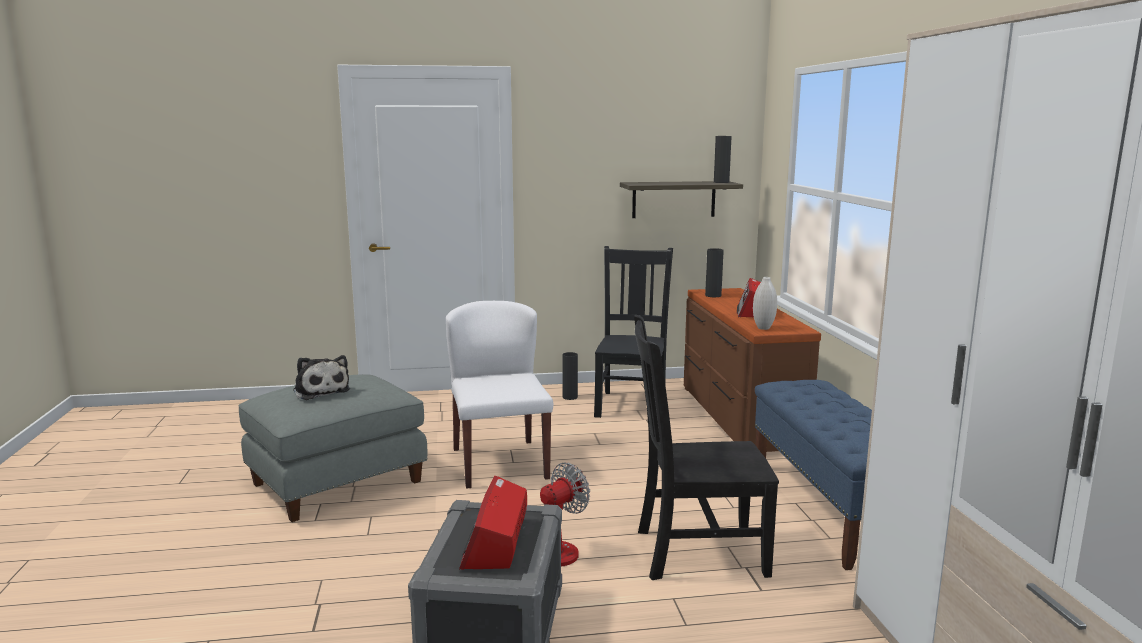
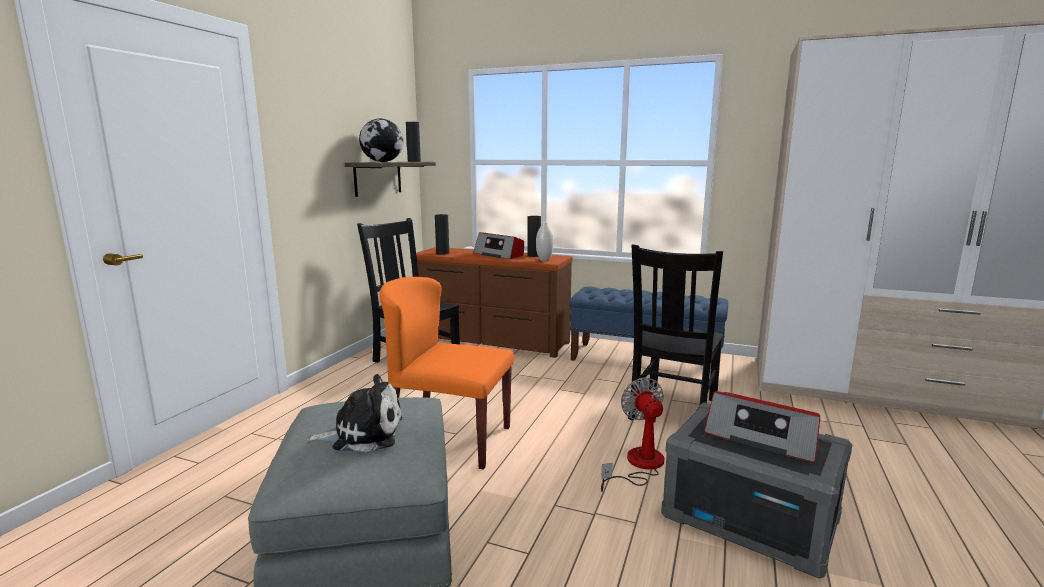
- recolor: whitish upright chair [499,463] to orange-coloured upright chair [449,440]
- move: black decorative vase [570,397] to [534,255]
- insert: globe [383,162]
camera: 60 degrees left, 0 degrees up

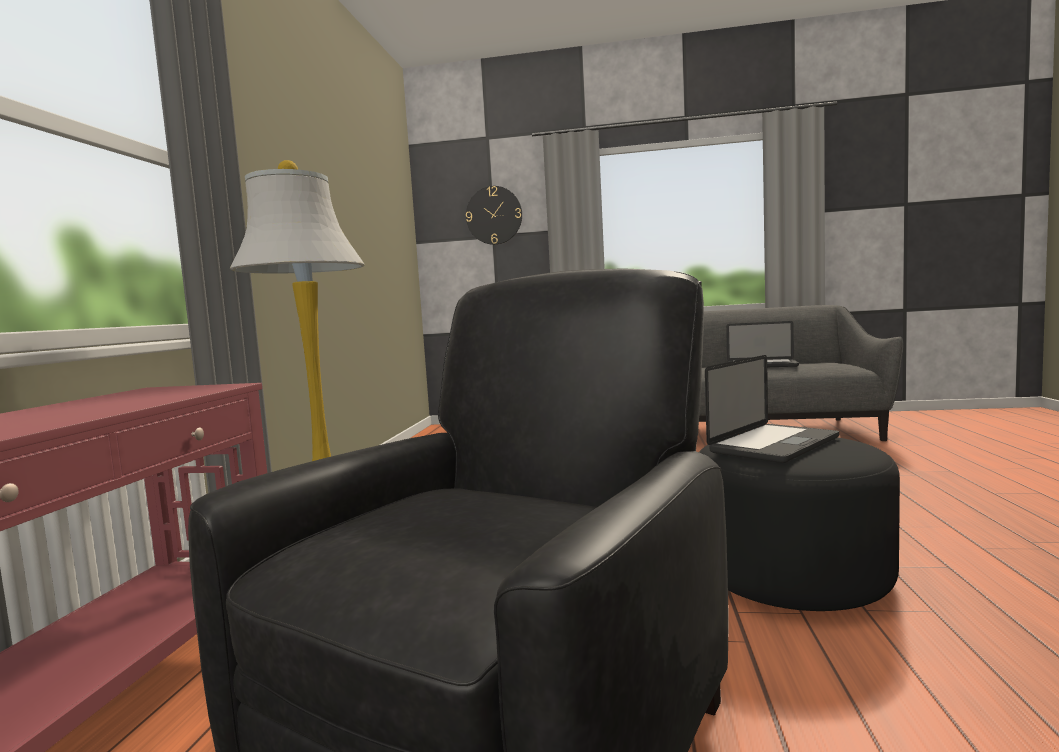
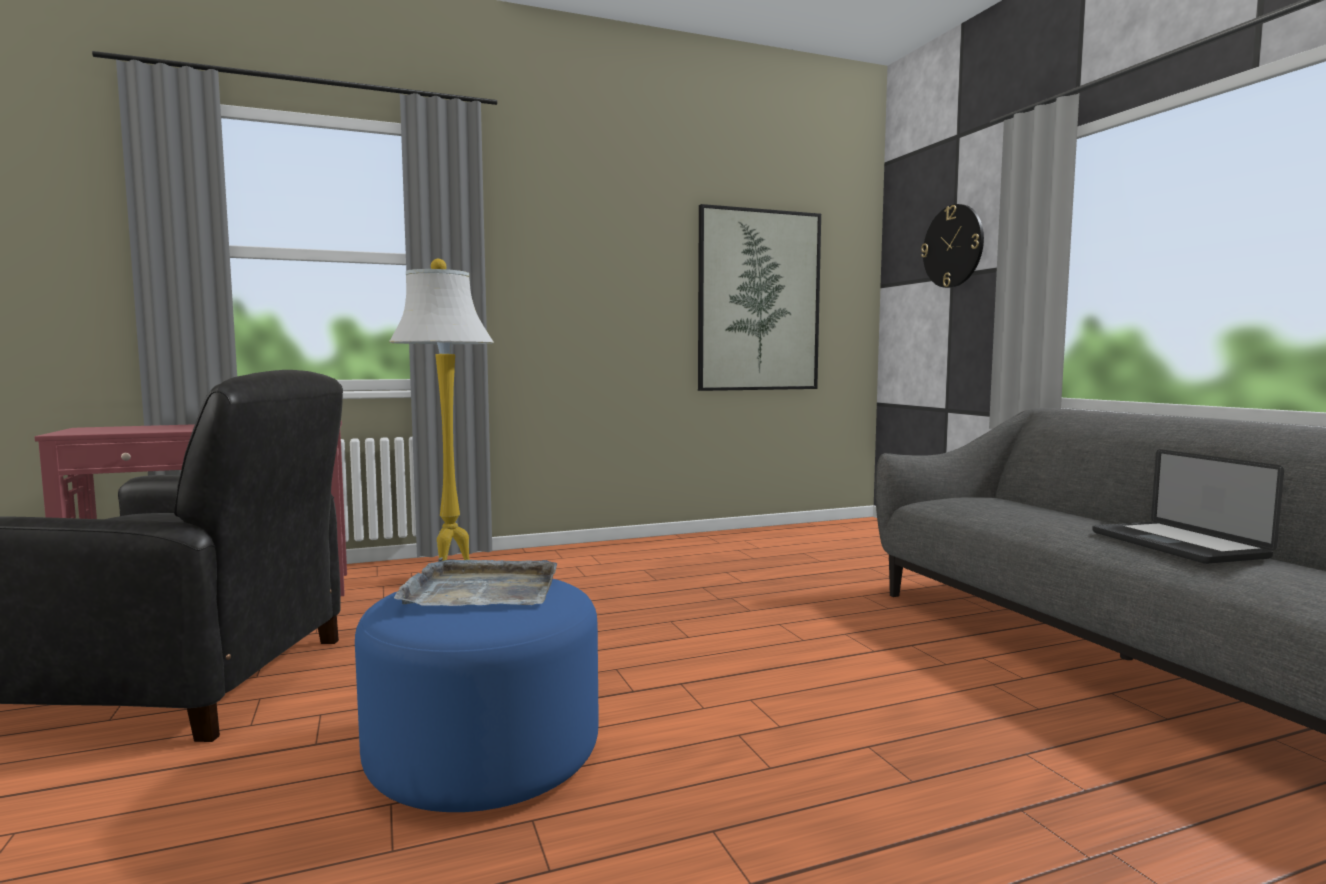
- replace: notebook computer [774,445] to greyish tray [481,590]
- recolor: black ottoman [792,574] to blue ottoman [483,755]
- insert: wall art [759,301]
camera: 60 degrees right, 0 degrees up

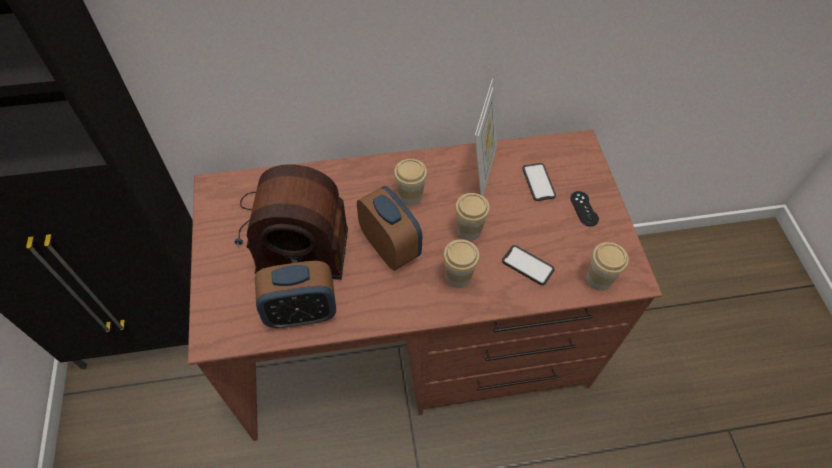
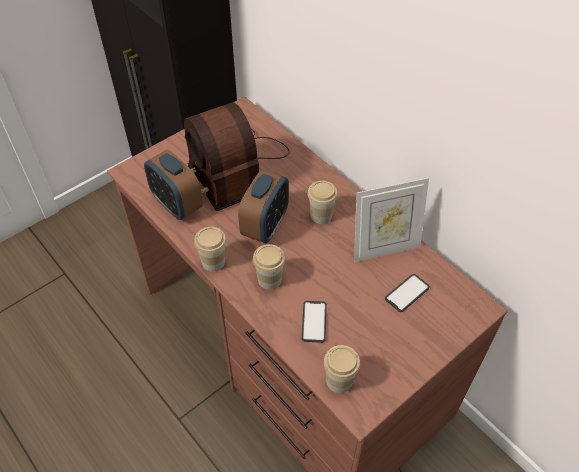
- delete: black joypad [584,209]
- move: cup [469,230] to [213,262]
camera: 60 degrees right, 5 degrees down

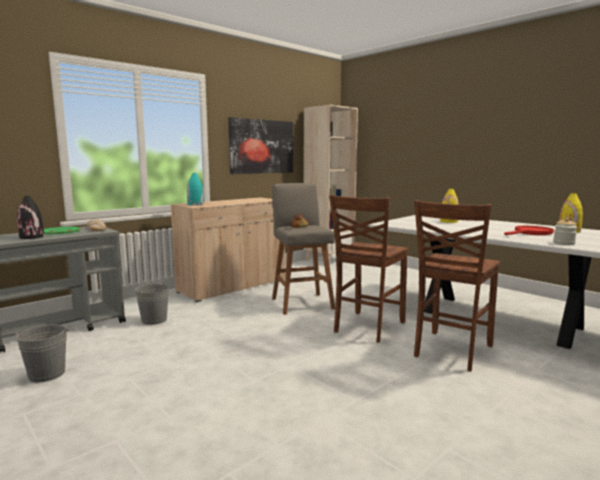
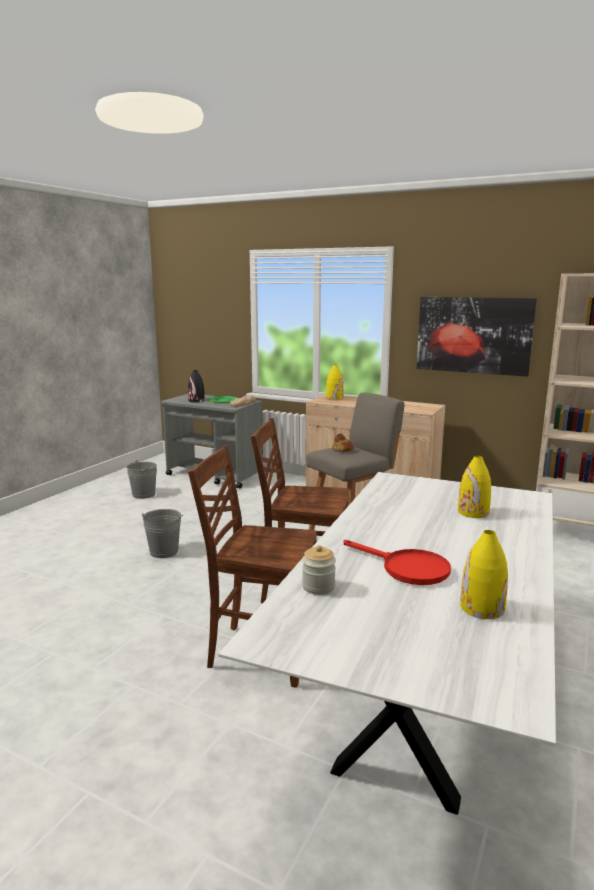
- recolor: blue-green decorative vase [195,204] to yellow decorative vase [334,398]
- move: greyish water bucket [154,320] to [164,551]
camera: 70 degrees right, 5 degrees up

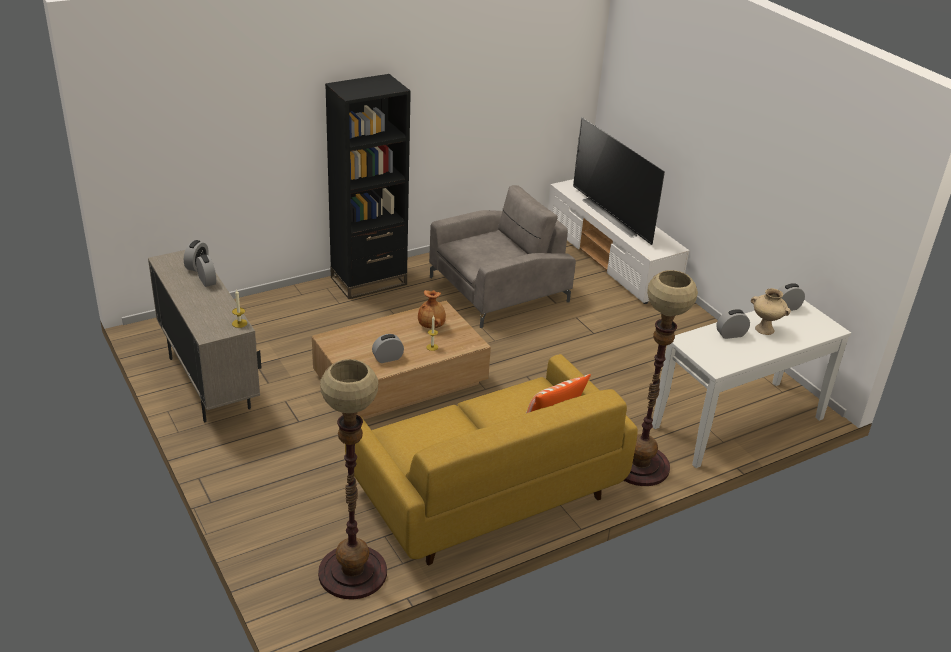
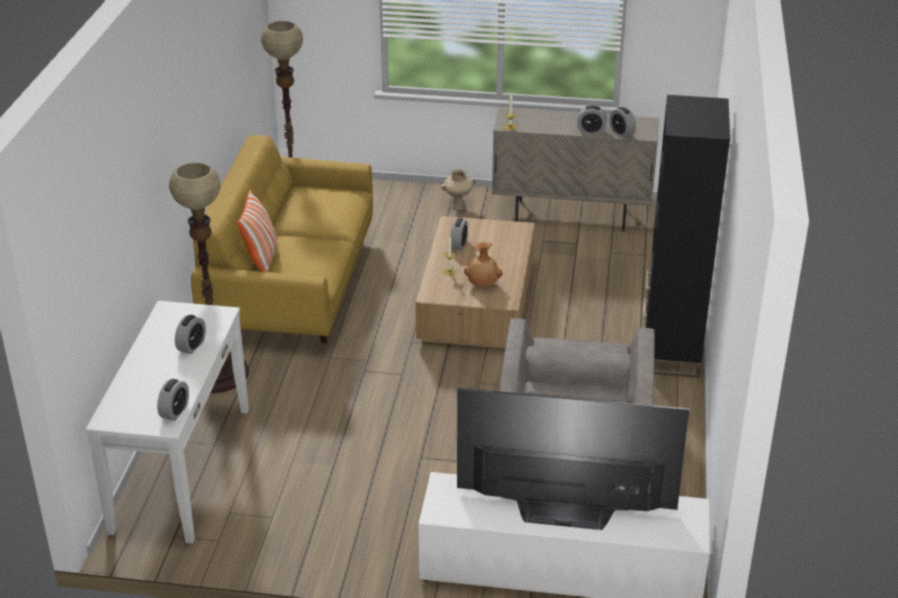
- move: sand-coloured decorative vase [765,329] to [458,206]
camera: 130 degrees right, 0 degrees up

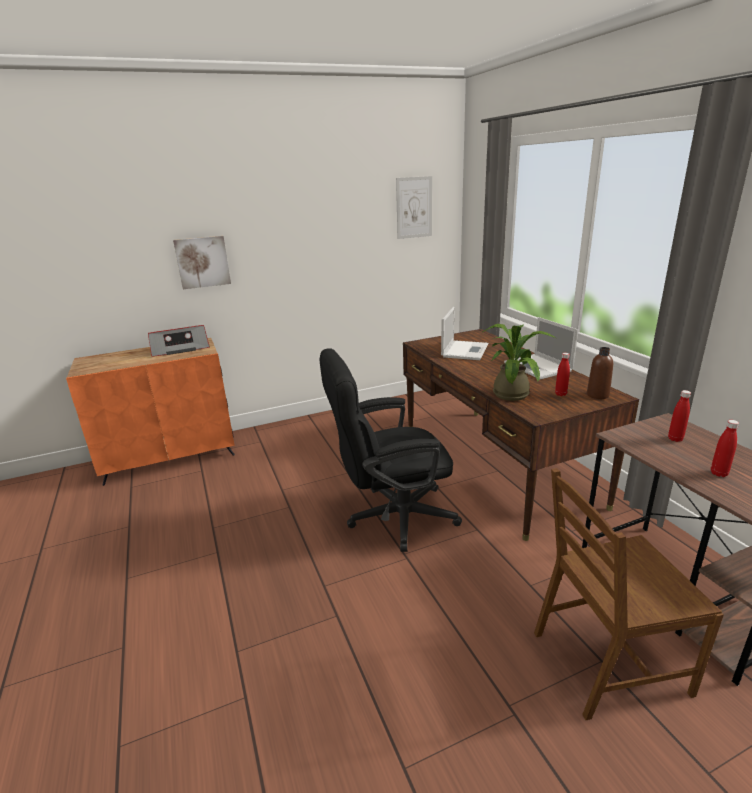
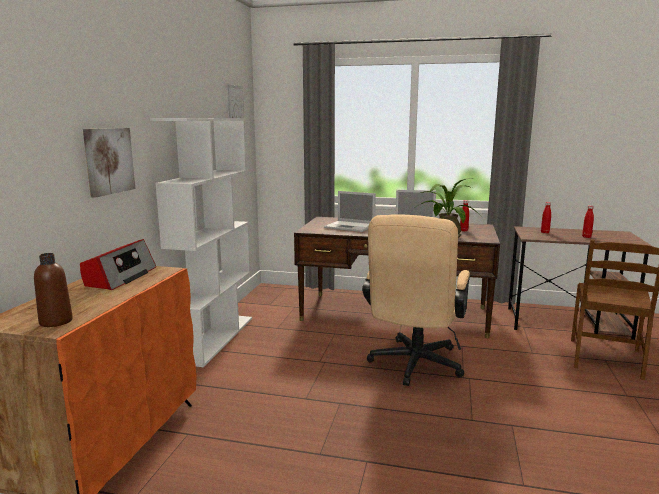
- rotate: notebook computer [465,350] = [350,227] 150 degrees clockwise
- move: brown-coloured drink bottle [597,395] to [56,321]
- recolor: black office chair [392,517] to sand-coloured office chair [413,366]
- insert: whitish bookshelf [215,338]
camera: 55 degrees left, 10 degrees down

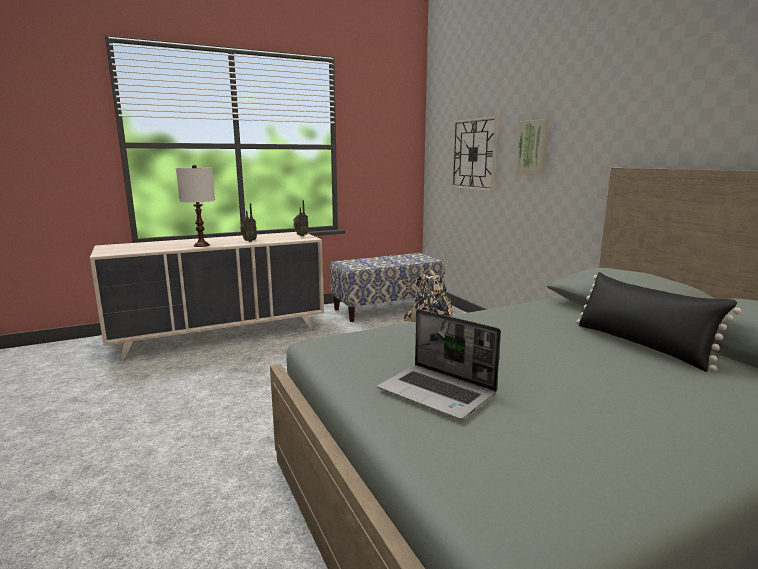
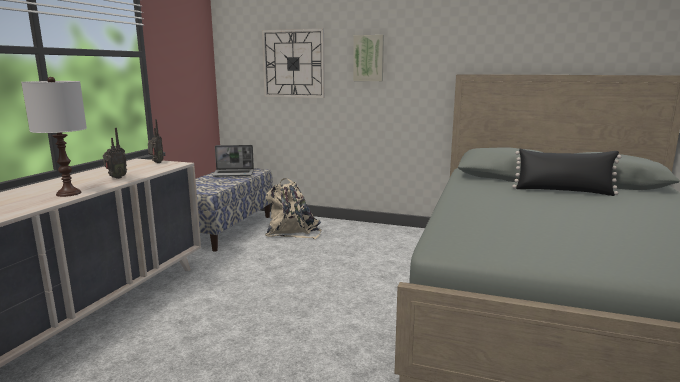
- move: notebook computer [438,393] to [234,174]
camera: 45 degrees left, 0 degrees up

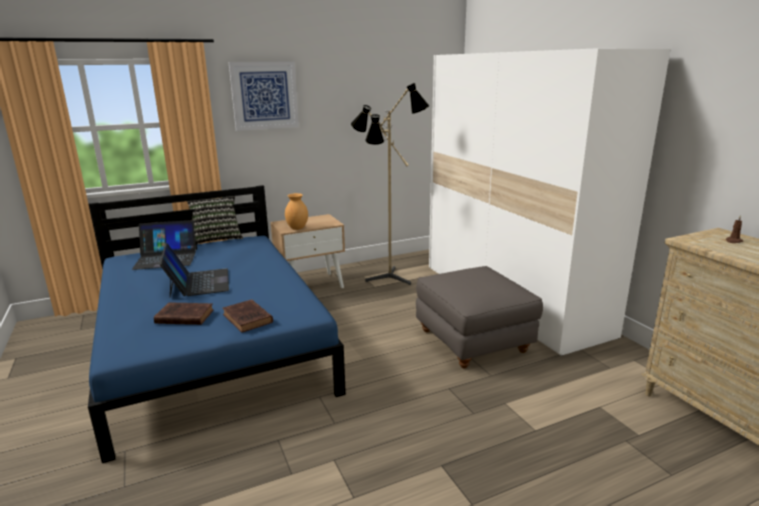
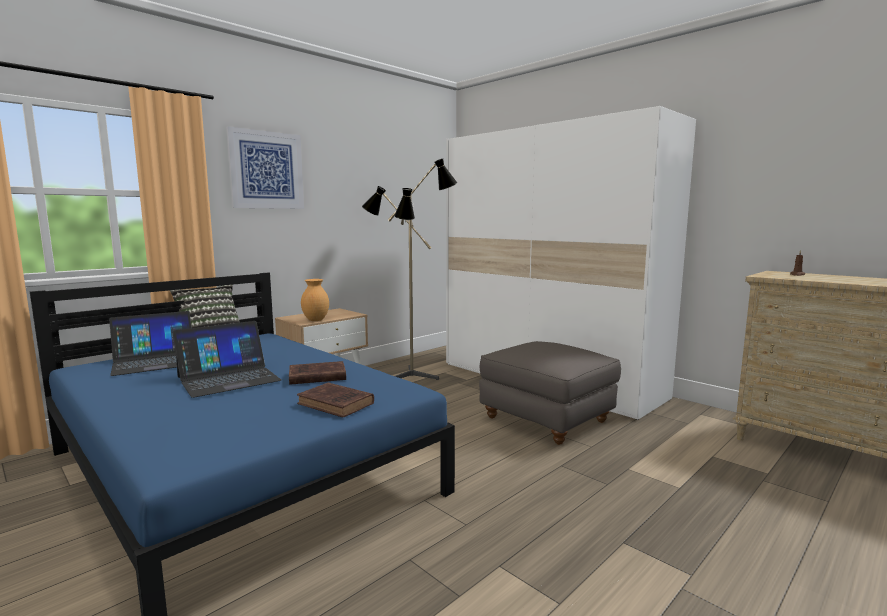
- rotate: notebook computer [198,283] = [228,378] 90 degrees clockwise
- move: brown-coloured volume [183,317] to [315,377]
camera: 20 degrees left, 10 degrees down

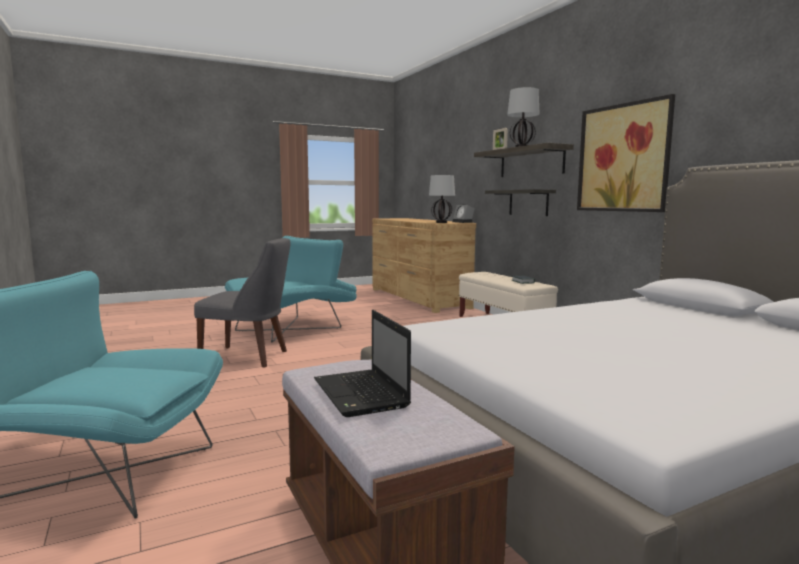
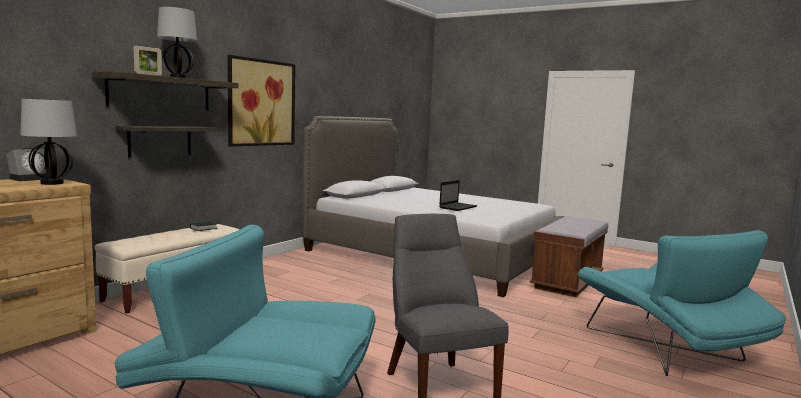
- move: notebook computer [361,394] to [458,207]
camera: 120 degrees left, 0 degrees up

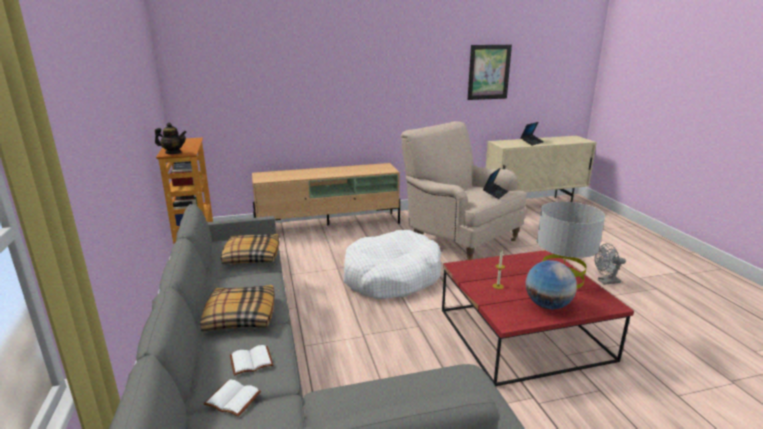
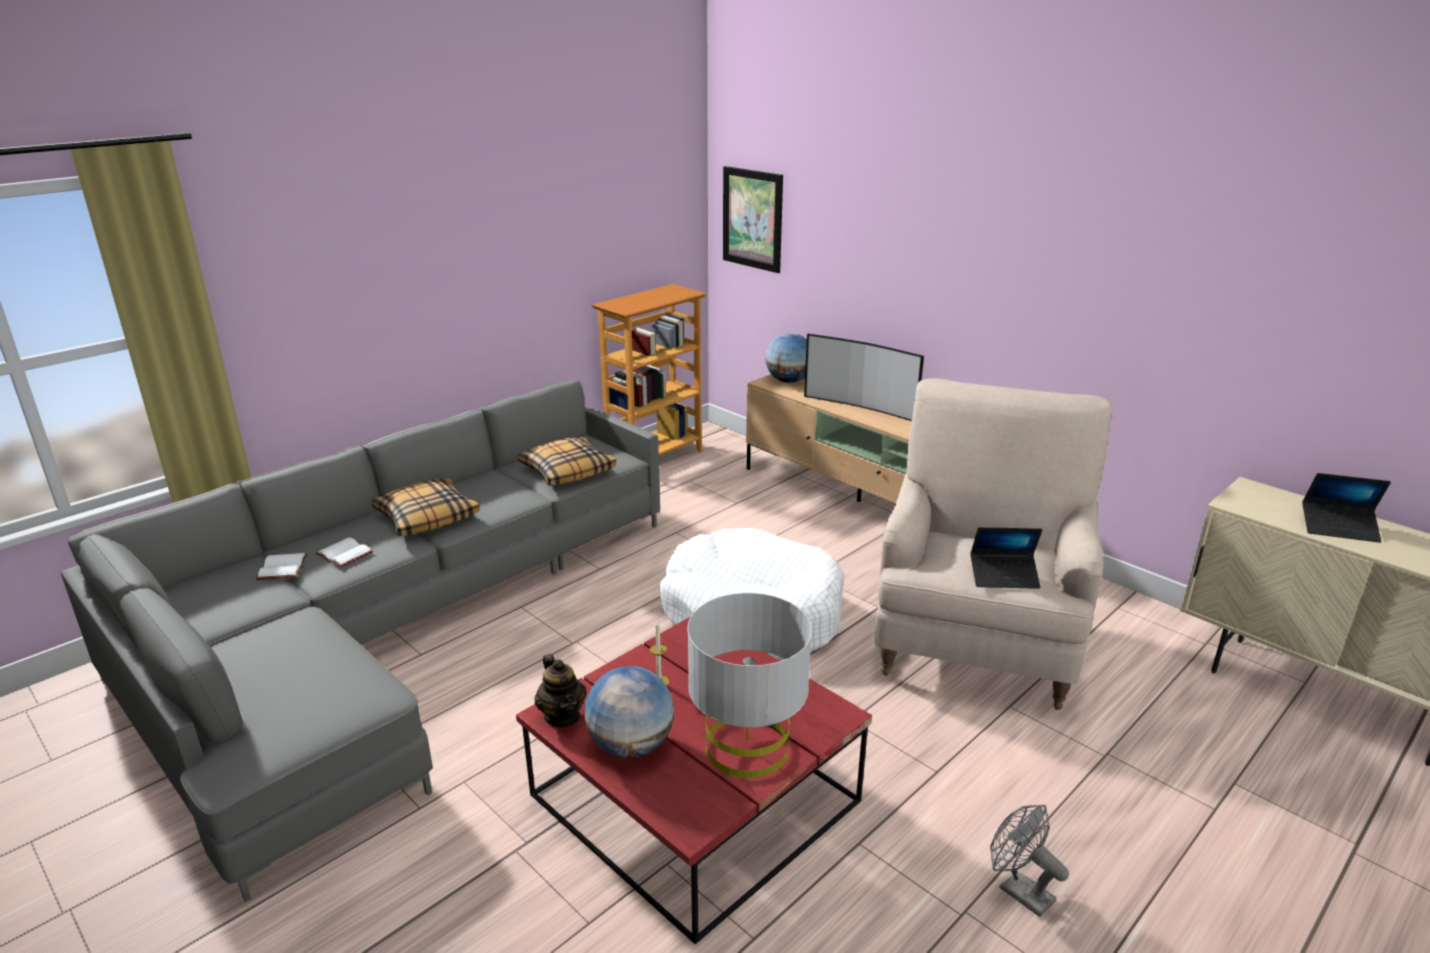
- move: wall art [489,72] to [752,219]
- move: pot for tea [173,153] to [562,716]
- insert: globe [788,381]
- insert: television [861,407]
camera: 60 degrees right, 5 degrees up

